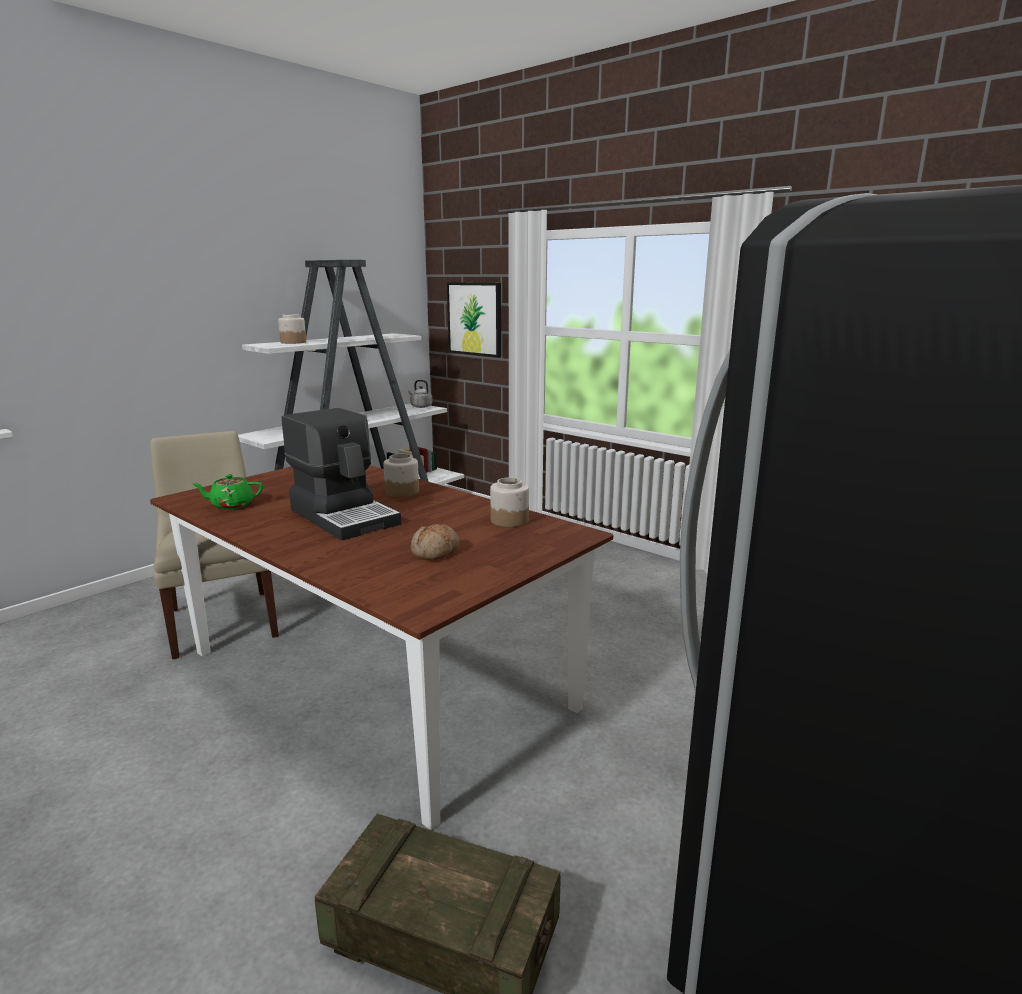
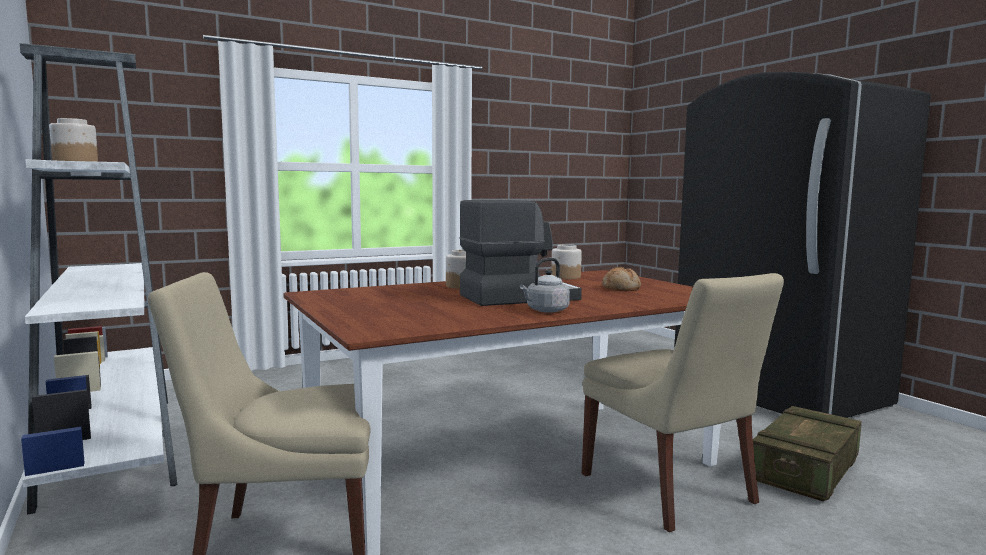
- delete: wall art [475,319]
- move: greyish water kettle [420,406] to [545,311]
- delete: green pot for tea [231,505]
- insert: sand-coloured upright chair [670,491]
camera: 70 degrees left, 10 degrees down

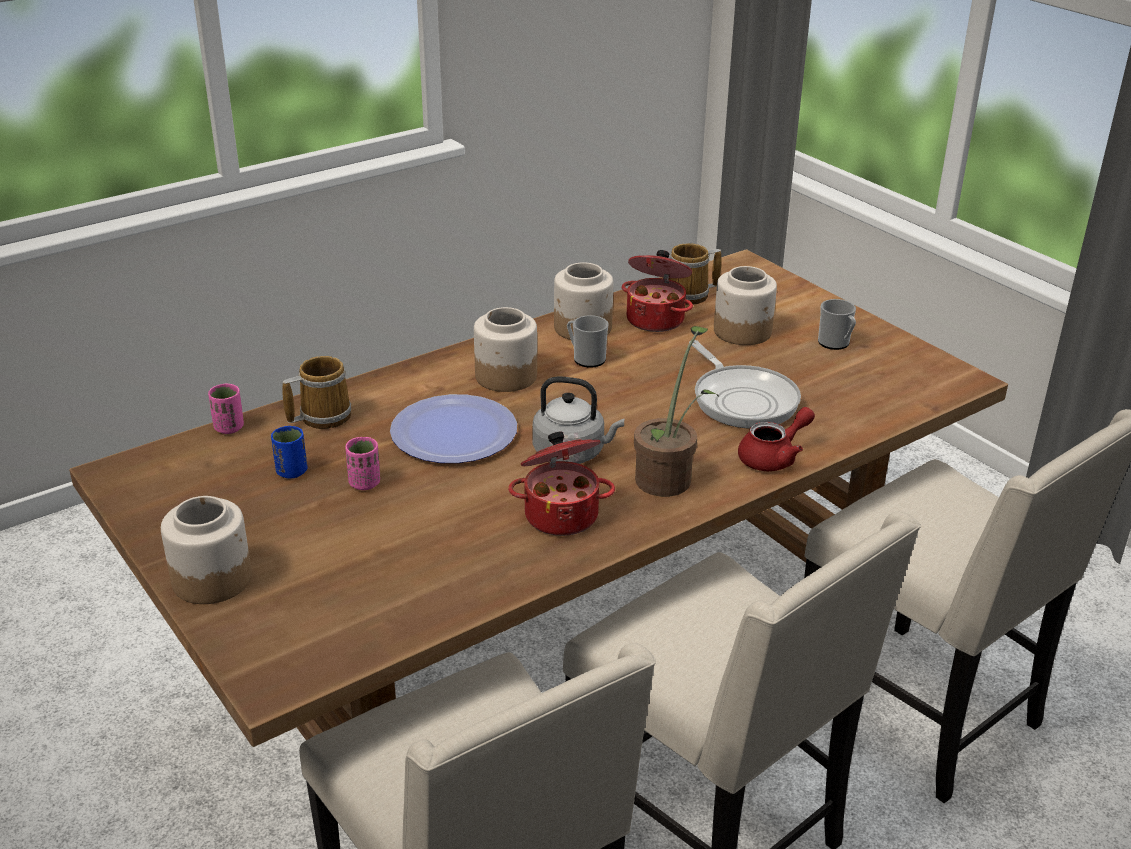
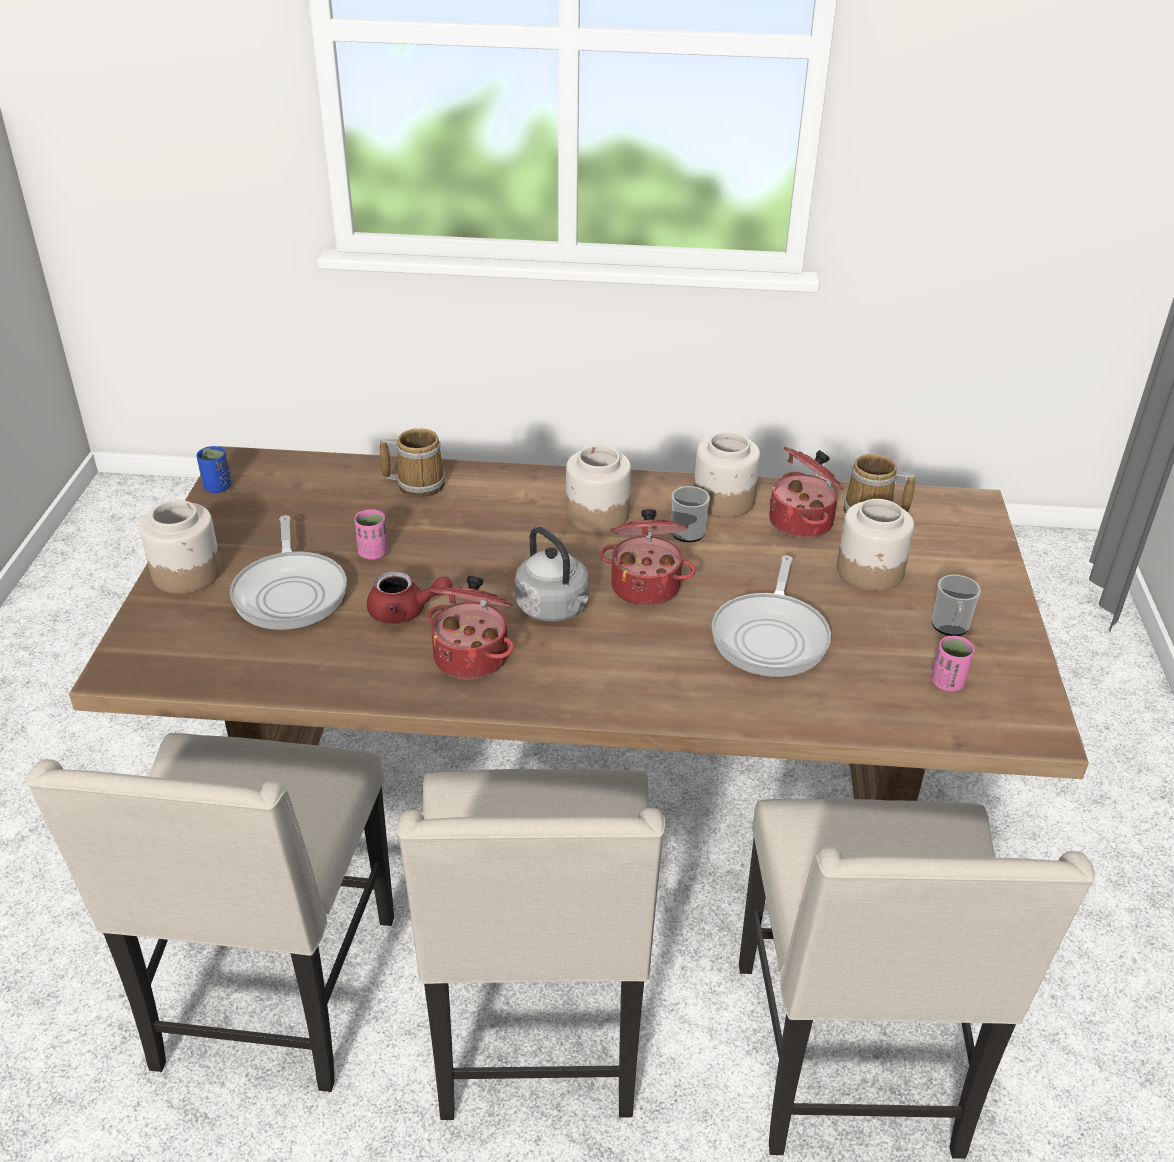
- delete: potted plant [668,476]
- move: pink cup [229,428] to [947,683]
- delete: plate [454,432]
- move: red-coloured pot for tea [774,457] to [405,612]
- move: blue cup [291,472] to [217,487]
- insert: cooking pot [646,586]
- insert: pan [291,592]
camera: 40 degrees right, 5 degrees up

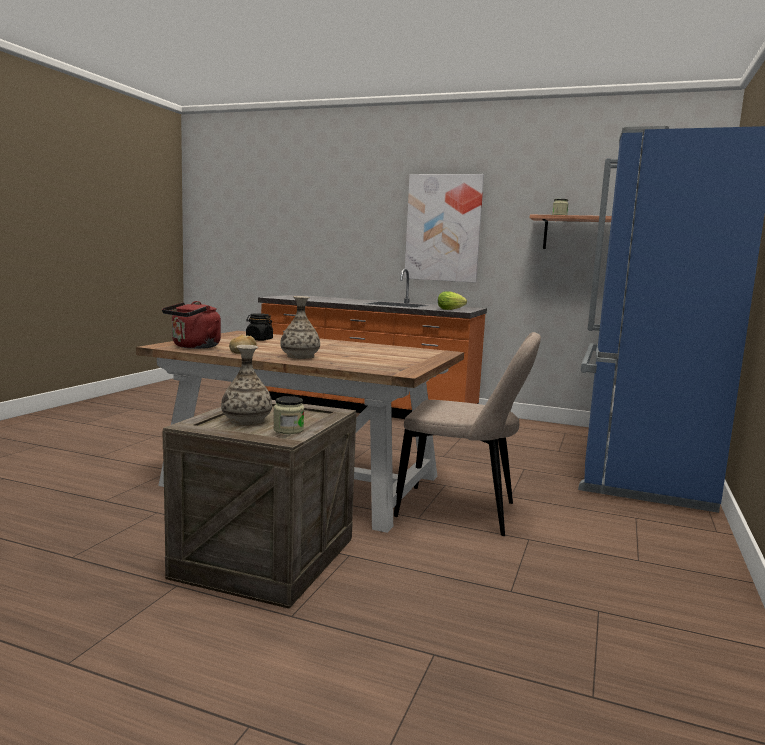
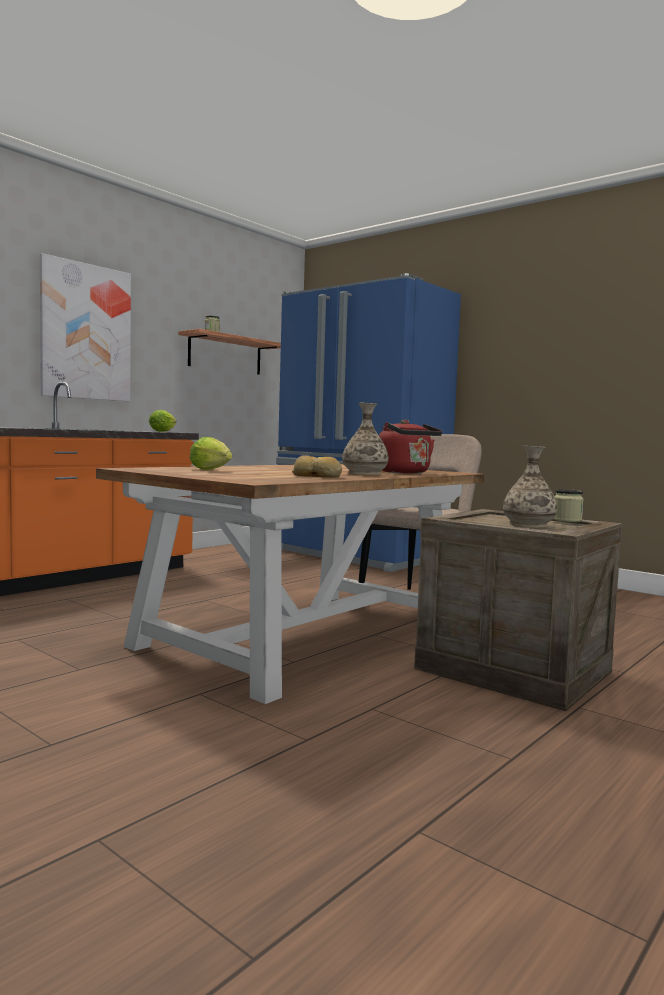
- move: red-coloured water kettle [194,347] to [406,473]
- replace: black jar [259,339] to lettuce head [212,470]
camera: 70 degrees left, 5 degrees down

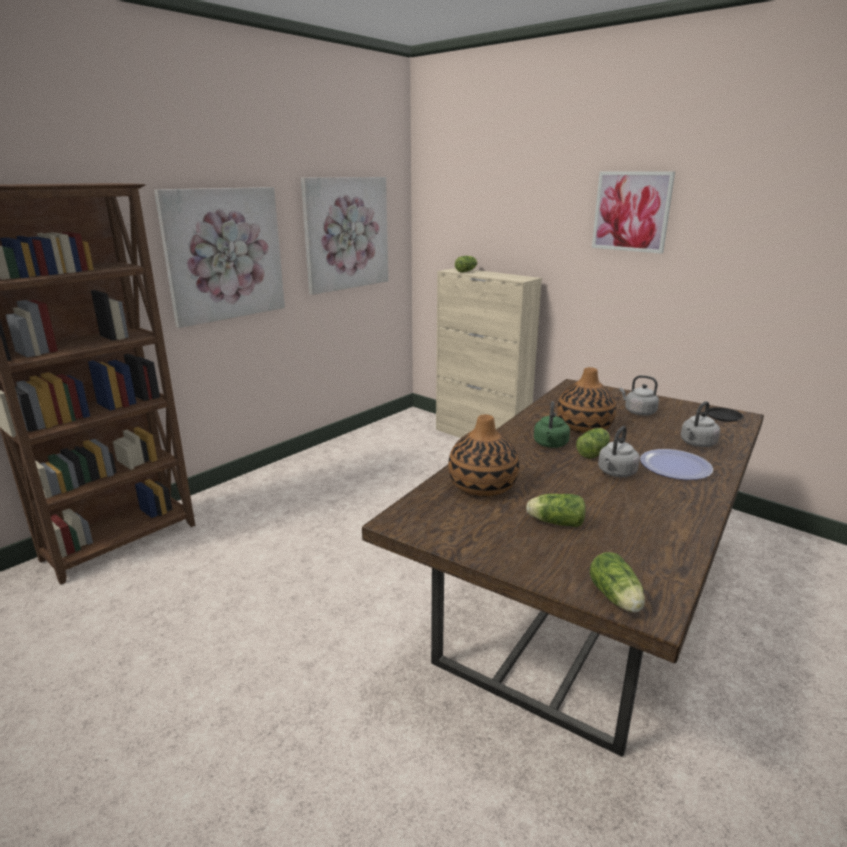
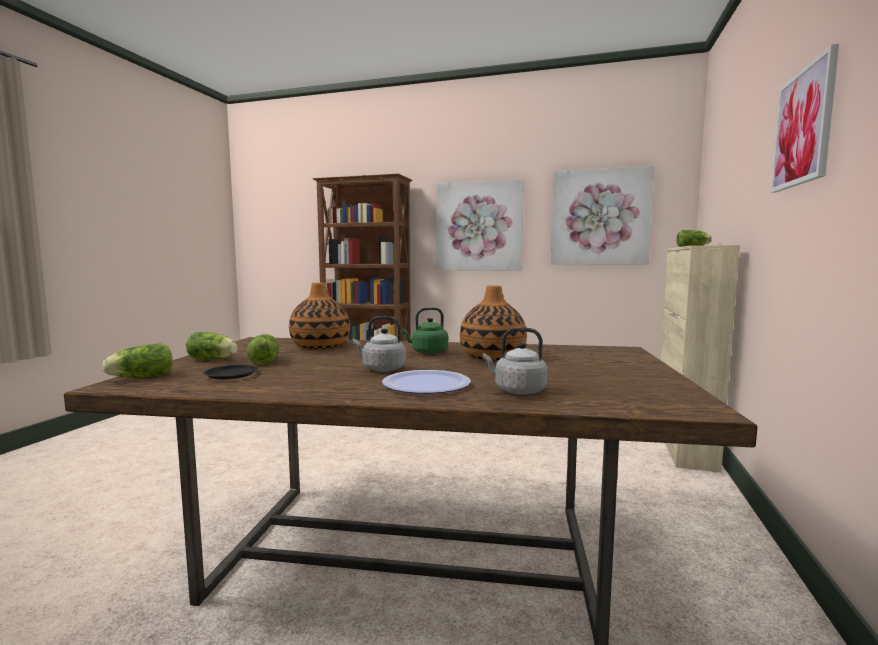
- delete: greyish water kettle [638,412]
- move: black plate [723,417] to [230,375]
- move: lettuce head [594,452] to [213,359]
camera: 65 degrees right, 15 degrees down

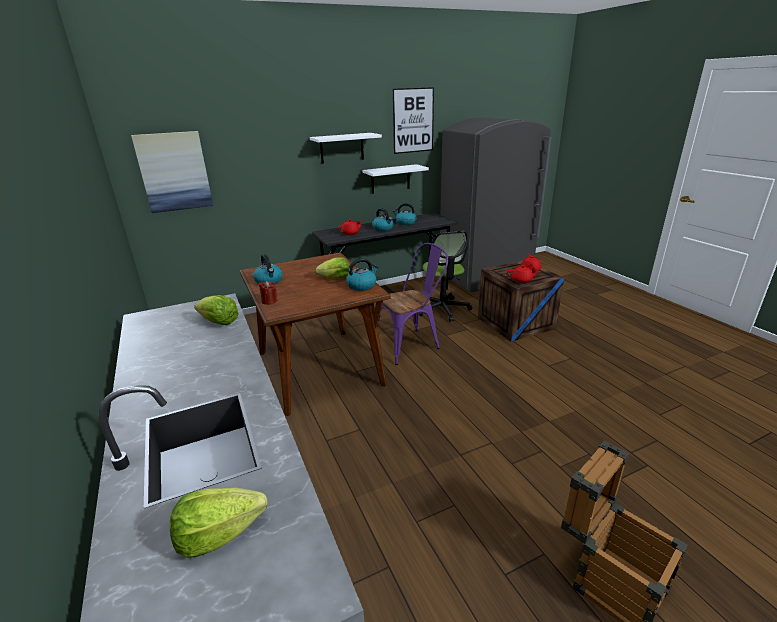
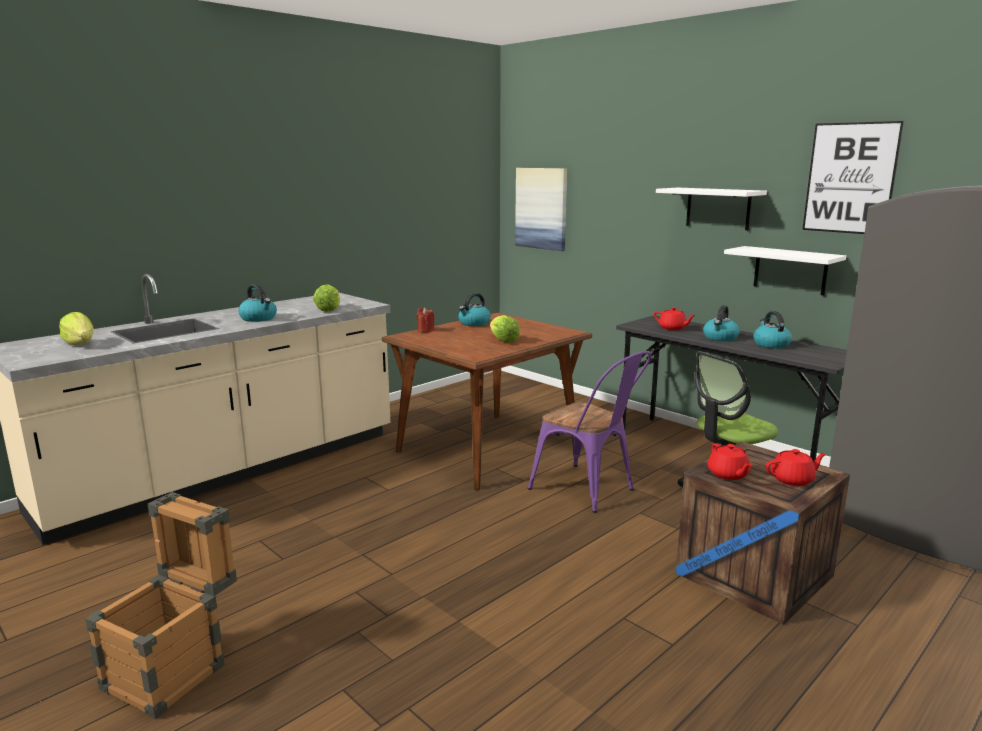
- move: water kettle [362,285] to [259,318]
camera: 70 degrees right, 10 degrees down

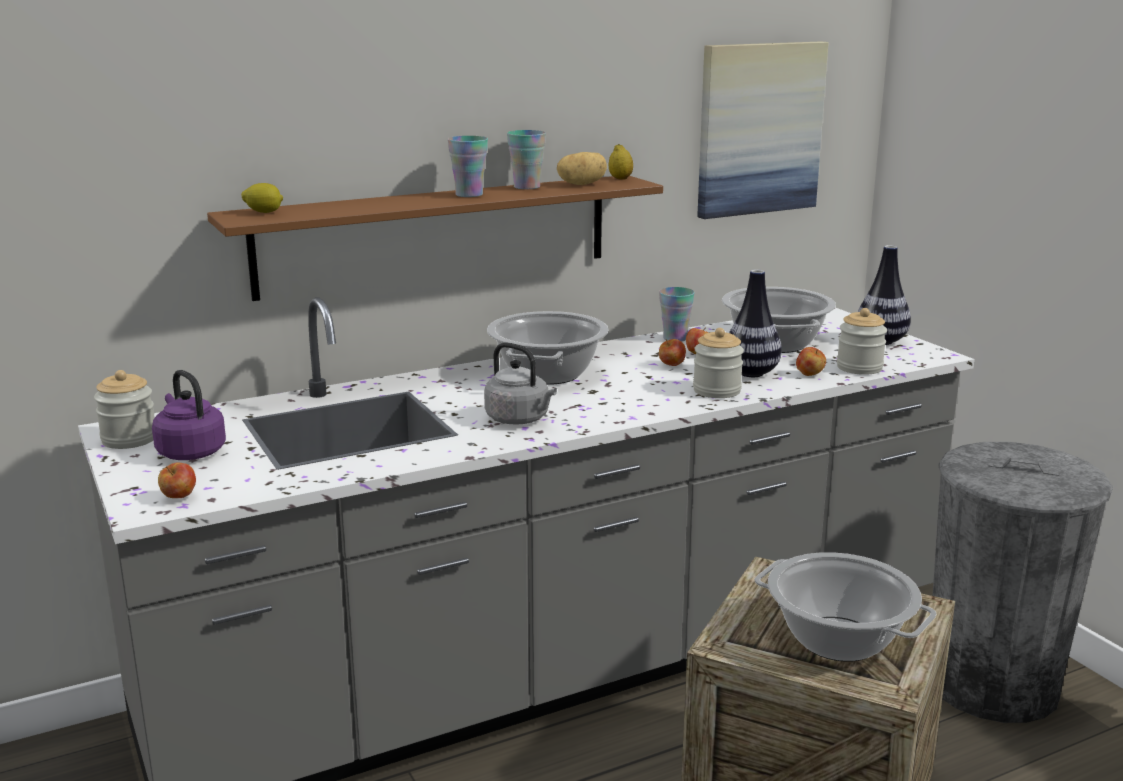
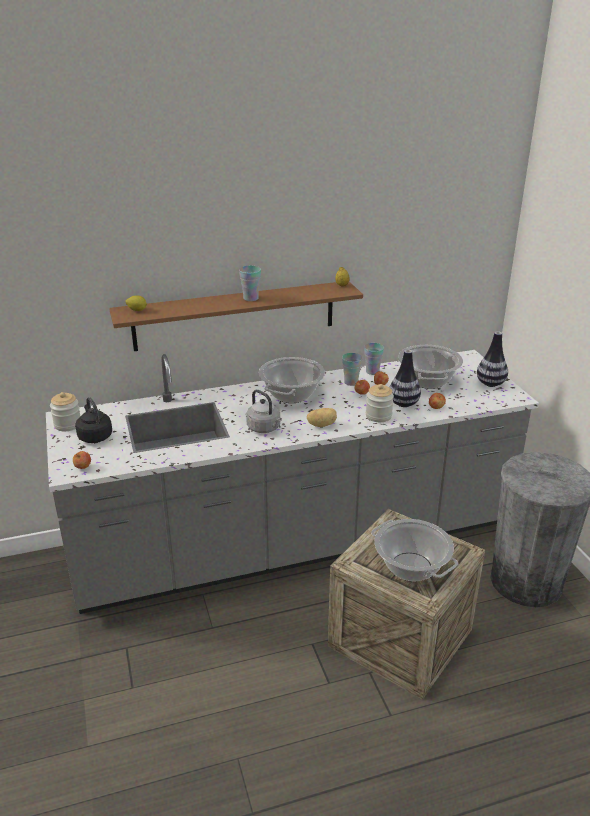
- delete: wall art [759,129]
- move: cup [526,187] to [351,382]
- move: spud [581,184] to [322,425]
- delete: jar [859,368]
- recolor: purplish water kettle [189,451] to black water kettle [94,436]
camera: 10 degrees right, 10 degrees up

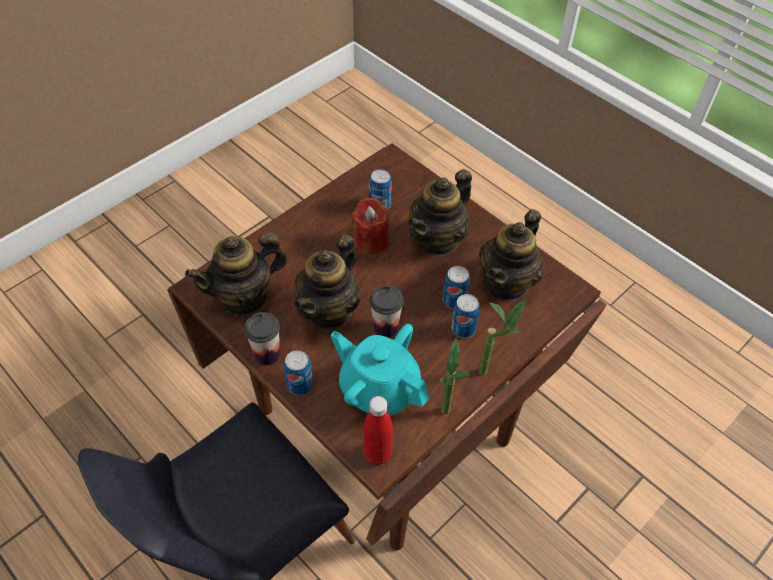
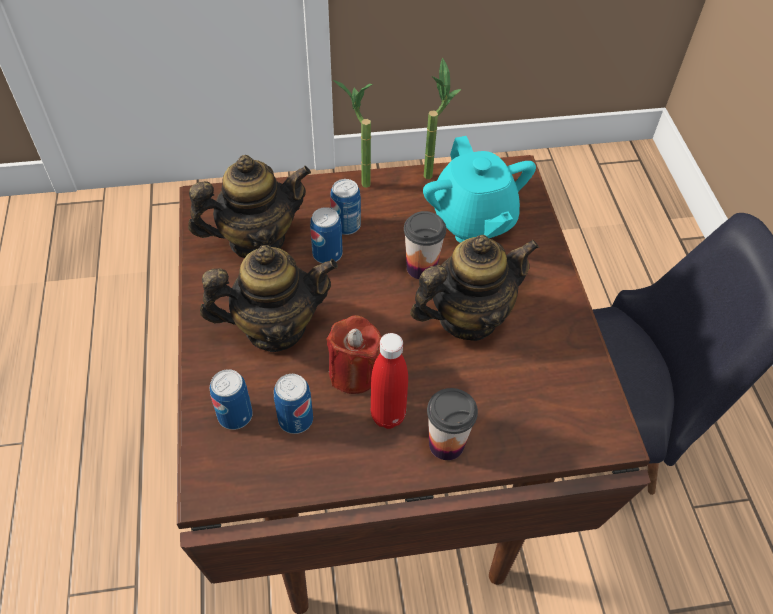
- delete: pot for tea [244,297]
- move: cup [267,354] to [446,444]
- move: sealed can [300,385] to [235,415]
- move: red-coloured drink bottle [377,454] to [388,415]
camera: 145 degrees left, 0 degrees up

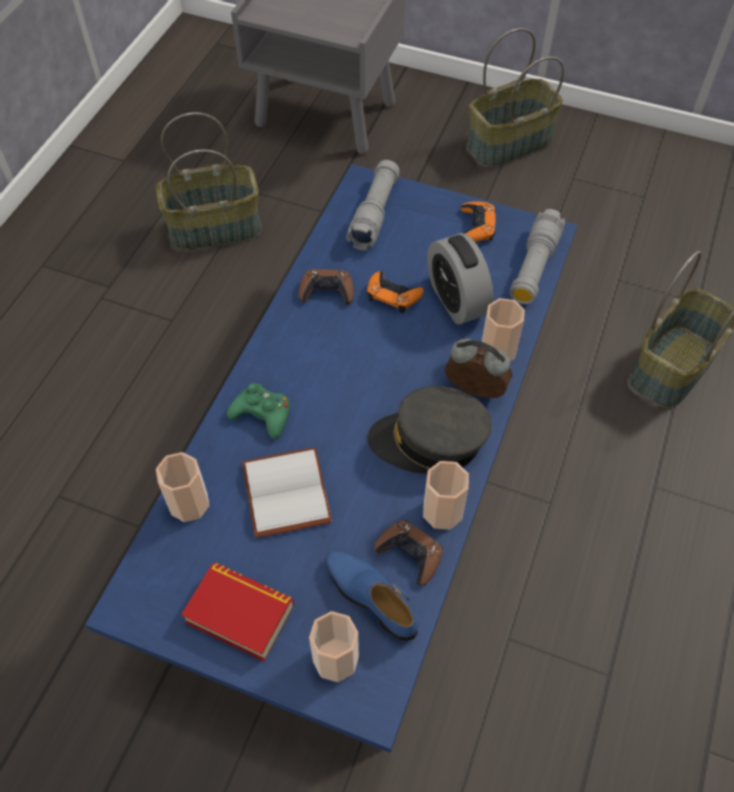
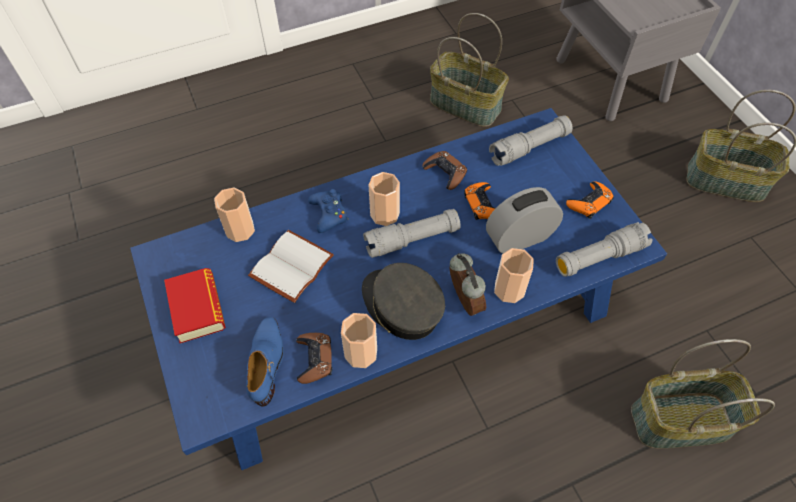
- rotate: table clock [456,300] = [519,238] 45 degrees clockwise
- recolor: green joypad [262,414] to blue joypad [329,214]
- move: cup [335,659] to [384,214]
- insert: greyish flashlight [412,239]
camera: 45 degrees right, 0 degrees up

